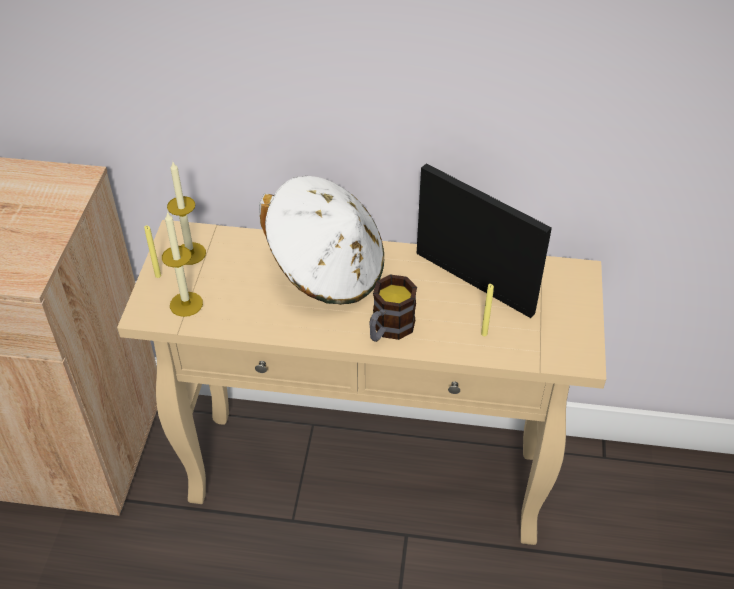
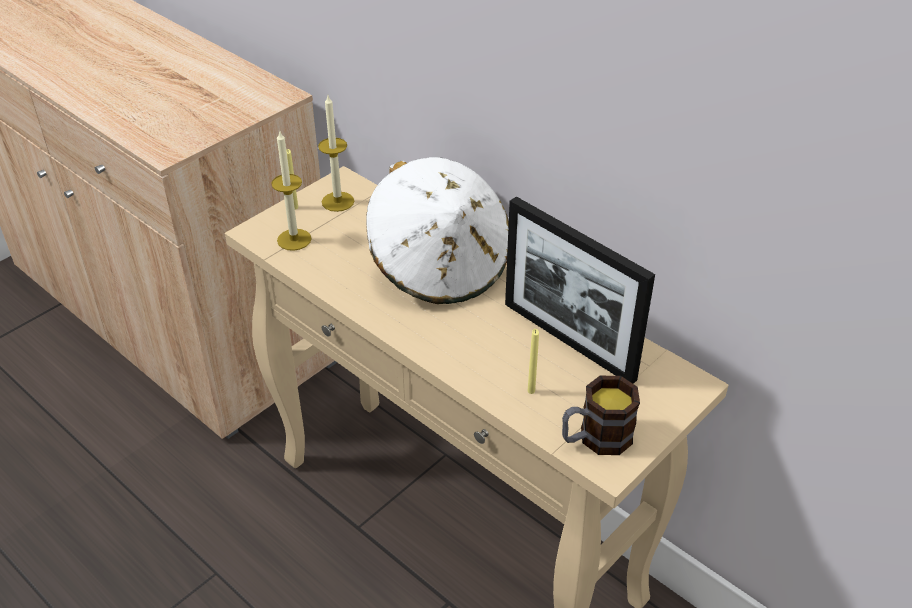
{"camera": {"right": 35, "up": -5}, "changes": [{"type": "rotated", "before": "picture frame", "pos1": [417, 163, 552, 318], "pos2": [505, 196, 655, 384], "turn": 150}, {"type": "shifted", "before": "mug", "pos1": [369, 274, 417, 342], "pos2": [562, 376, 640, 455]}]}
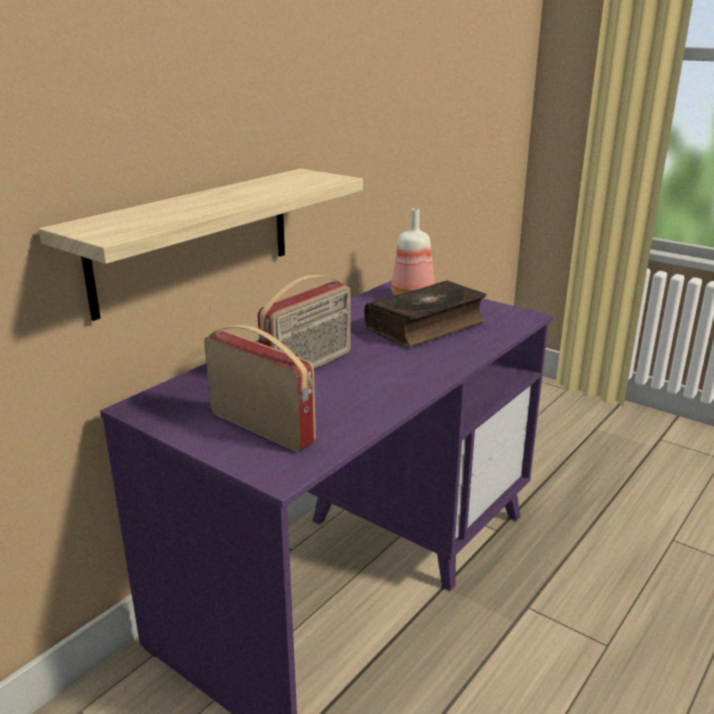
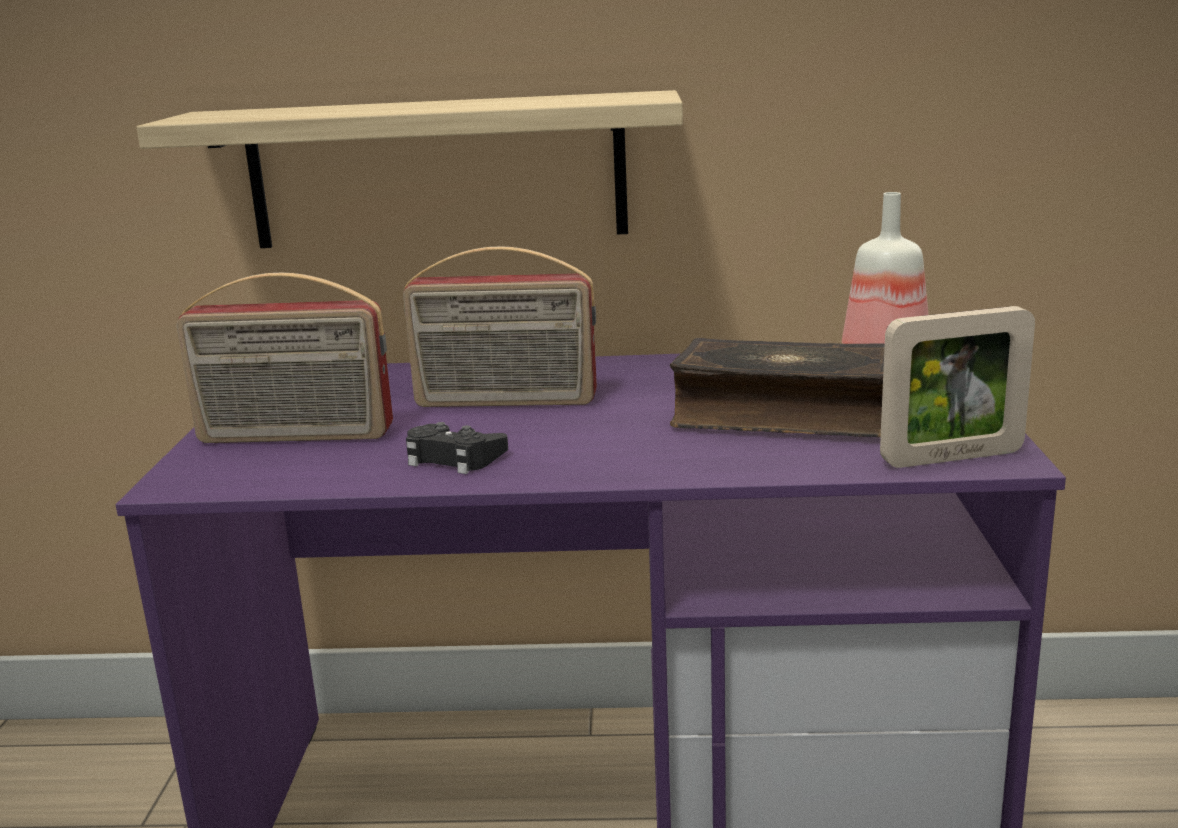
{"camera": {"right": 55, "up": -5}, "changes": [{"type": "rotated", "before": "radio", "pos1": [204, 325, 316, 452], "pos2": [177, 273, 393, 443], "turn": 90}, {"type": "new", "after": "picture frame", "pos2": [880, 306, 1035, 468]}, {"type": "new", "after": "black game controller", "pos2": [406, 422, 508, 474]}]}
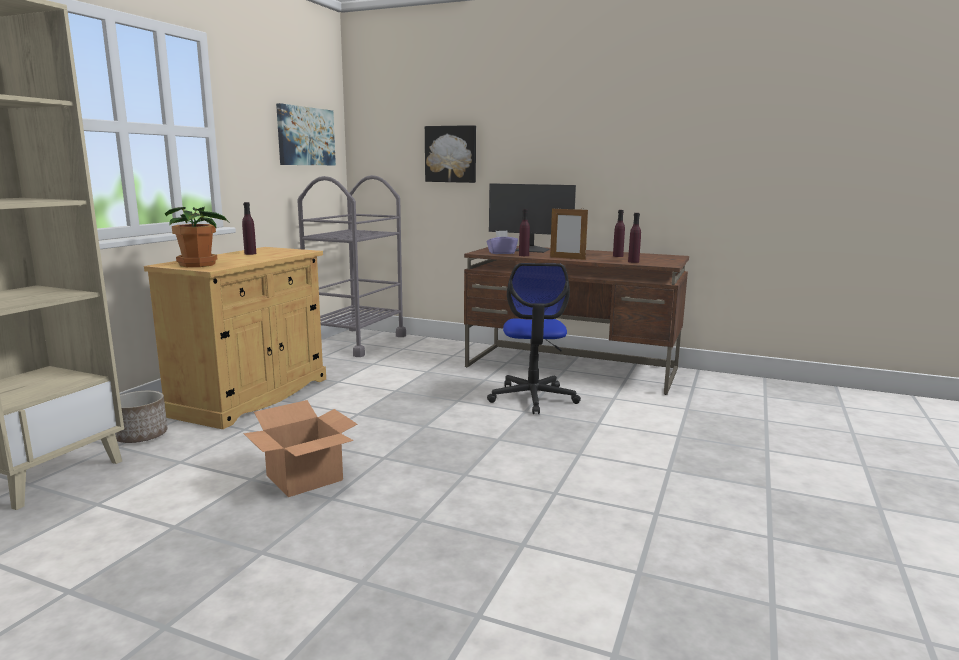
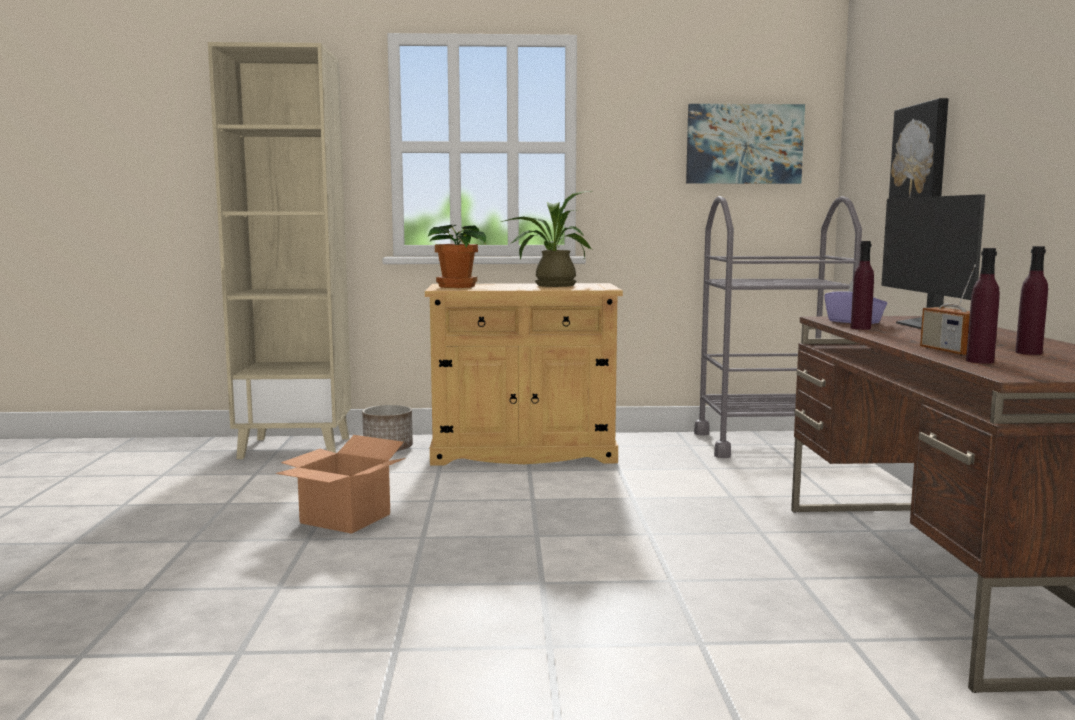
{"camera": {"right": 65, "up": -5}, "changes": [{"type": "swapped", "before": "purple bottle", "after": "potted plant", "pos1": [242, 202, 256, 255], "pos2": [501, 191, 592, 287]}, {"type": "gone", "before": "picture frame", "pos1": [550, 208, 588, 260]}, {"type": "gone", "before": "office chair", "pos1": [487, 263, 581, 414]}, {"type": "new", "after": "radio", "pos2": [920, 264, 976, 356]}]}
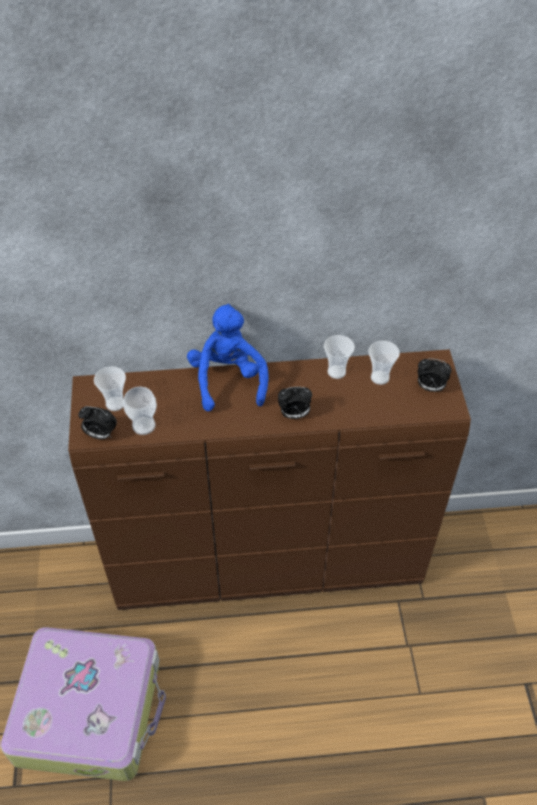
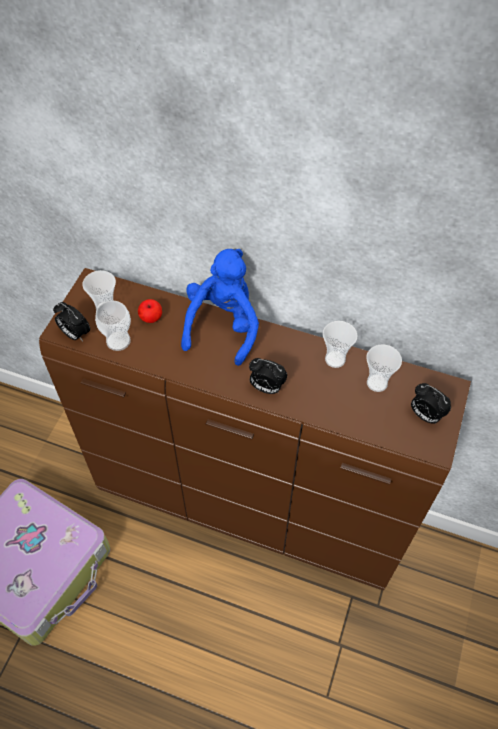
{"camera": {"right": 25, "up": 5}, "changes": [{"type": "new", "after": "apple", "pos2": [138, 299, 162, 323]}]}
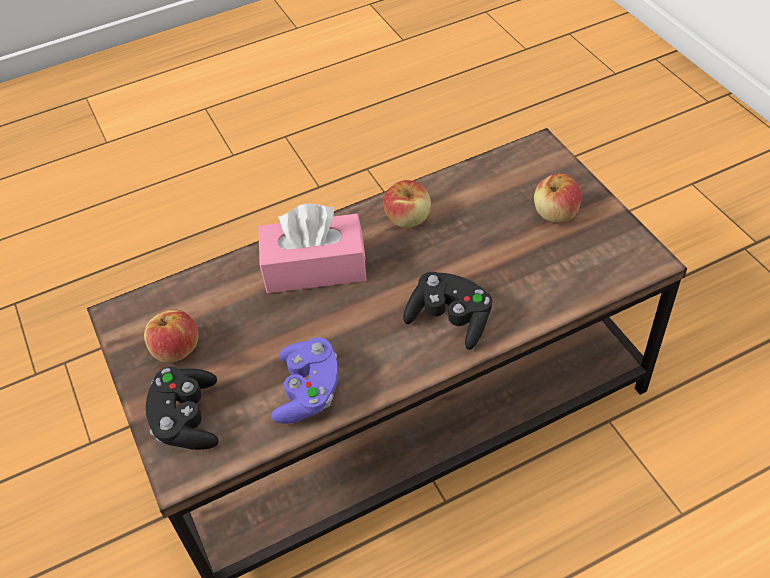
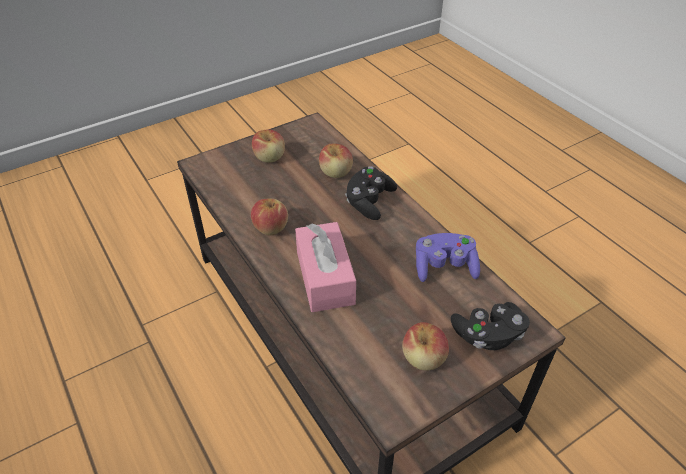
{"camera": {"right": -100, "up": -5}, "changes": [{"type": "new", "after": "apple", "pos2": [319, 144, 353, 178]}]}
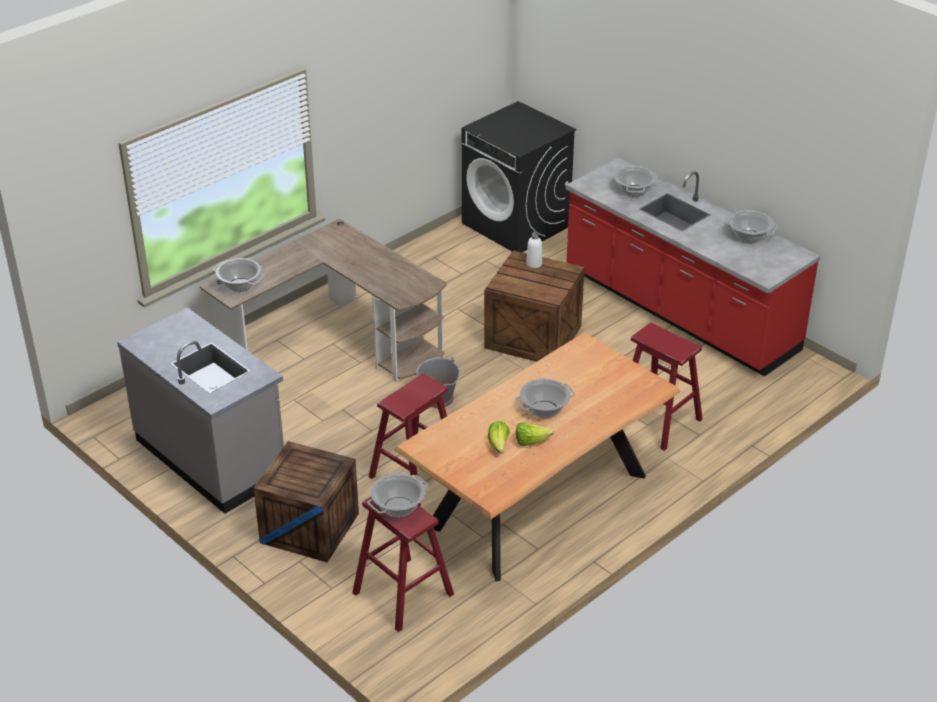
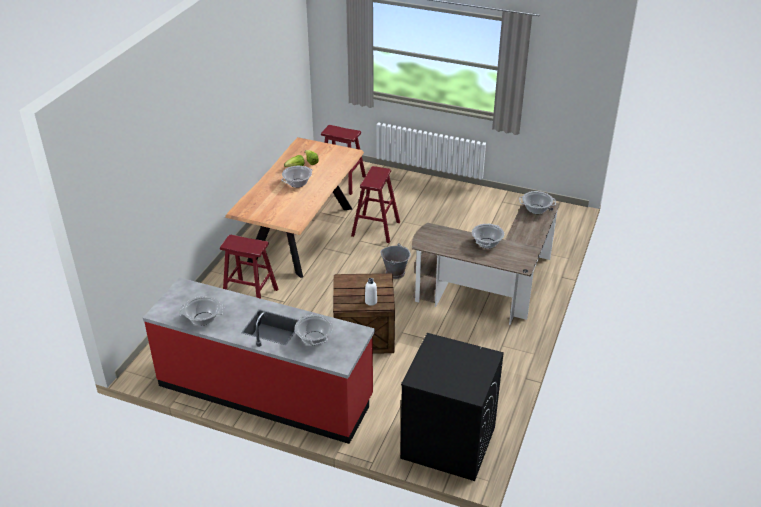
{"camera": {"right": 155, "up": 0}, "changes": [{"type": "gone", "before": "grey counter", "pos1": [117, 307, 284, 514]}, {"type": "gone", "before": "crate", "pos1": [253, 441, 359, 562]}, {"type": "shifted", "before": "cooking pot", "pos1": [368, 473, 428, 517], "pos2": [472, 223, 504, 249]}]}
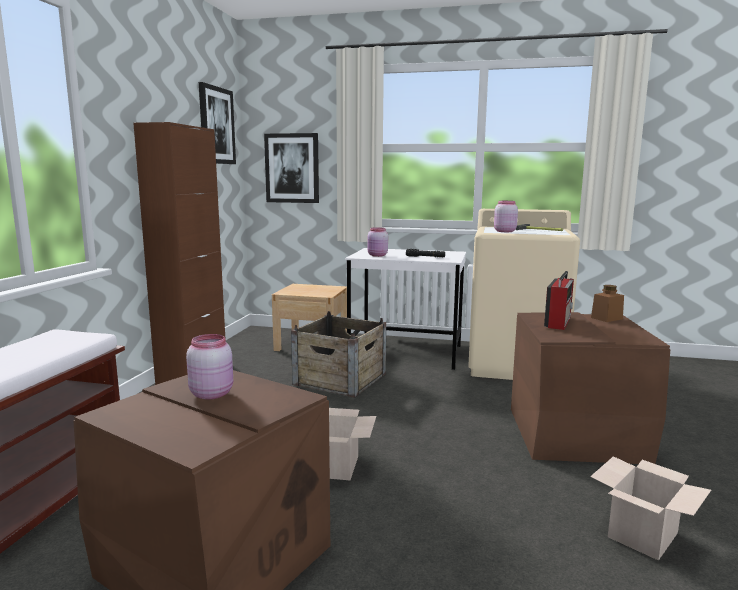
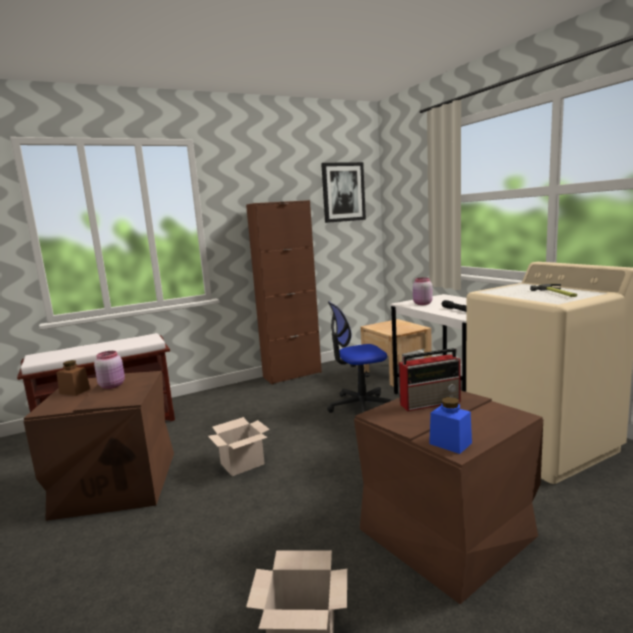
{"camera": {"right": 50, "up": 0}, "changes": [{"type": "gone", "before": "picture", "pos1": [264, 133, 319, 203]}, {"type": "gone", "before": "pink jar", "pos1": [494, 201, 518, 232]}, {"type": "shifted", "before": "brown jar", "pos1": [591, 285, 624, 322], "pos2": [56, 360, 90, 396]}, {"type": "swapped", "before": "crate", "after": "office chair", "pos1": [291, 311, 386, 398], "pos2": [327, 301, 392, 413]}, {"type": "new", "after": "blue jar", "pos2": [429, 397, 472, 454]}]}
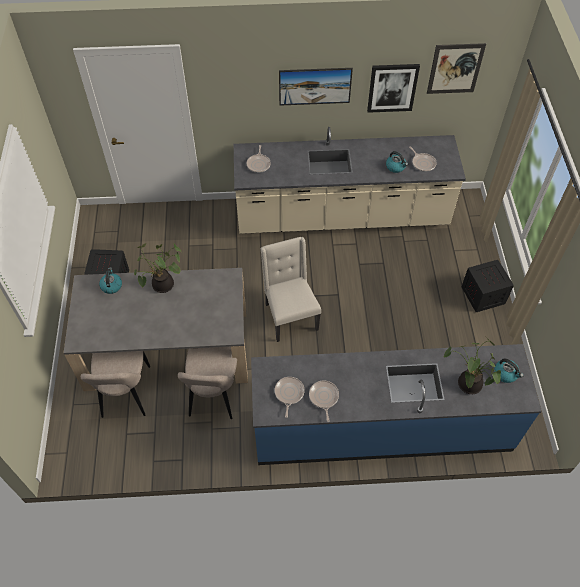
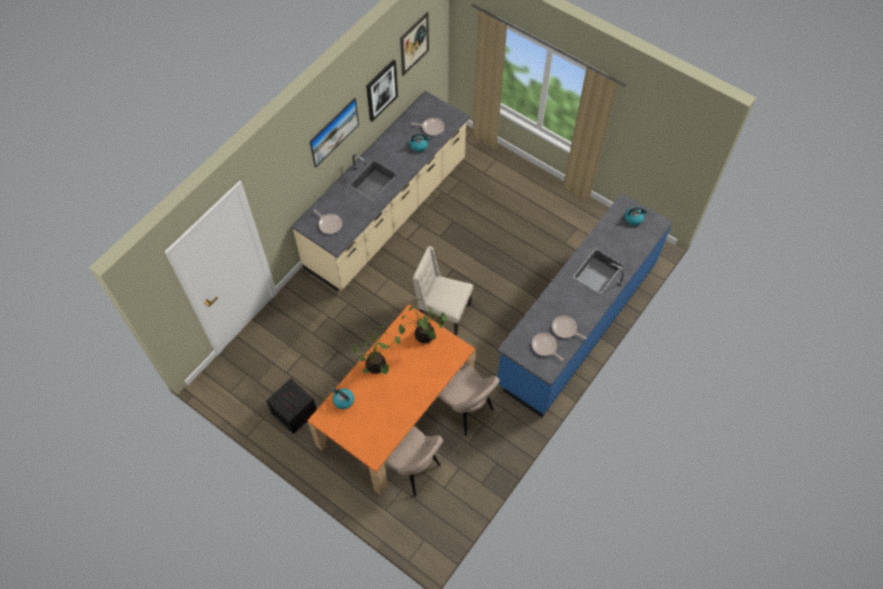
{"camera": {"right": -50, "up": 5}, "changes": [{"type": "gone", "before": "crate", "pos1": [462, 260, 514, 312]}, {"type": "repainted", "before": "grey dining table", "after": "orange dining table", "pos1": [64, 268, 248, 391], "pos2": [307, 304, 475, 495]}, {"type": "shifted", "before": "potted plant", "pos1": [443, 337, 501, 394], "pos2": [399, 299, 447, 343]}]}
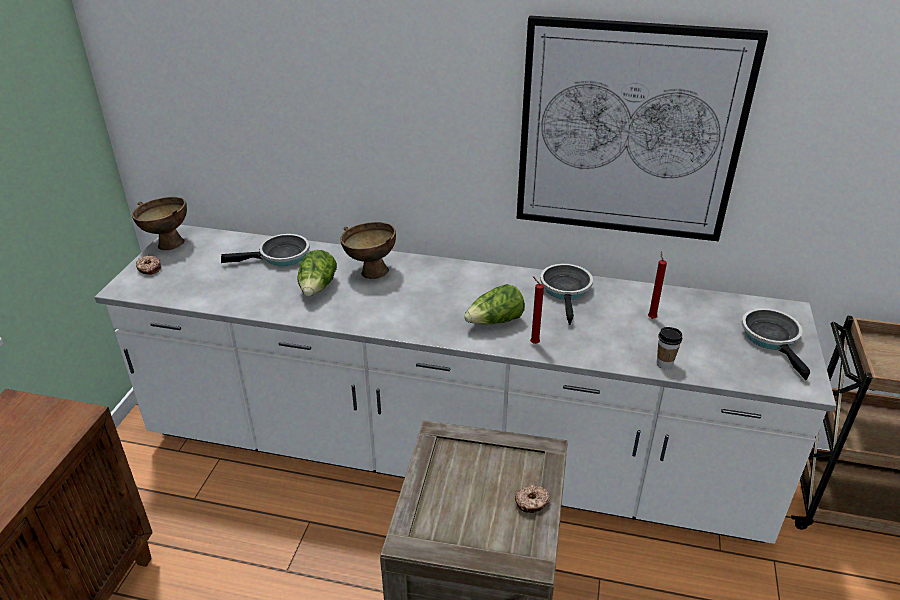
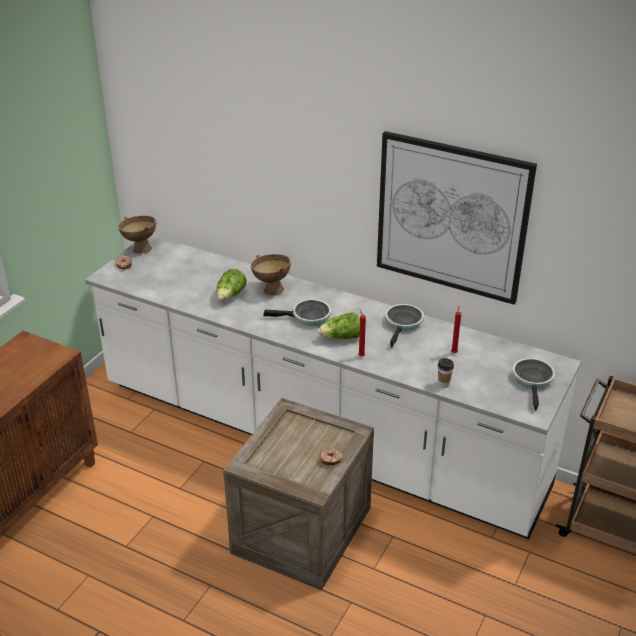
{"camera": {"right": 15, "up": 0}, "changes": [{"type": "shifted", "before": "frying pan", "pos1": [221, 234, 310, 266], "pos2": [263, 299, 331, 326]}]}
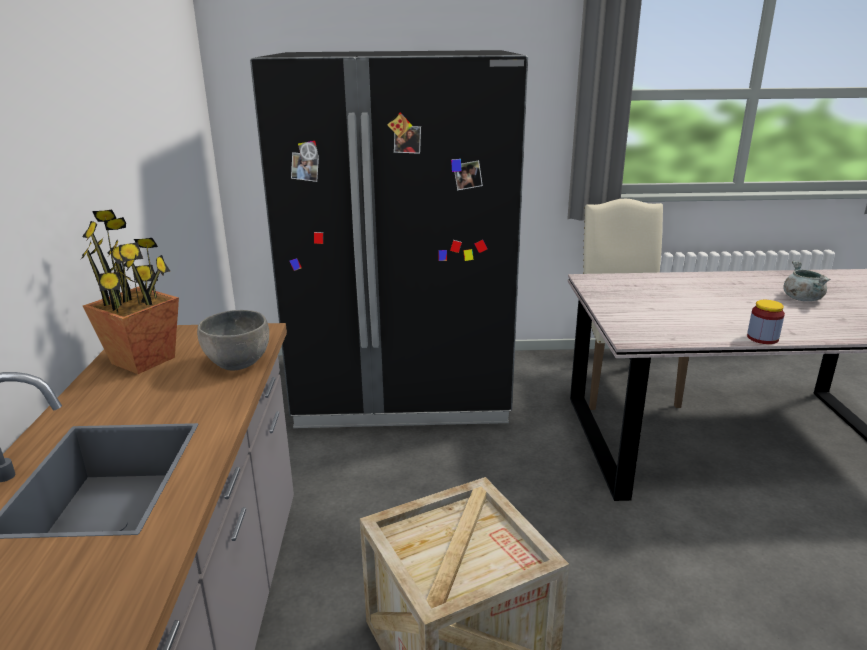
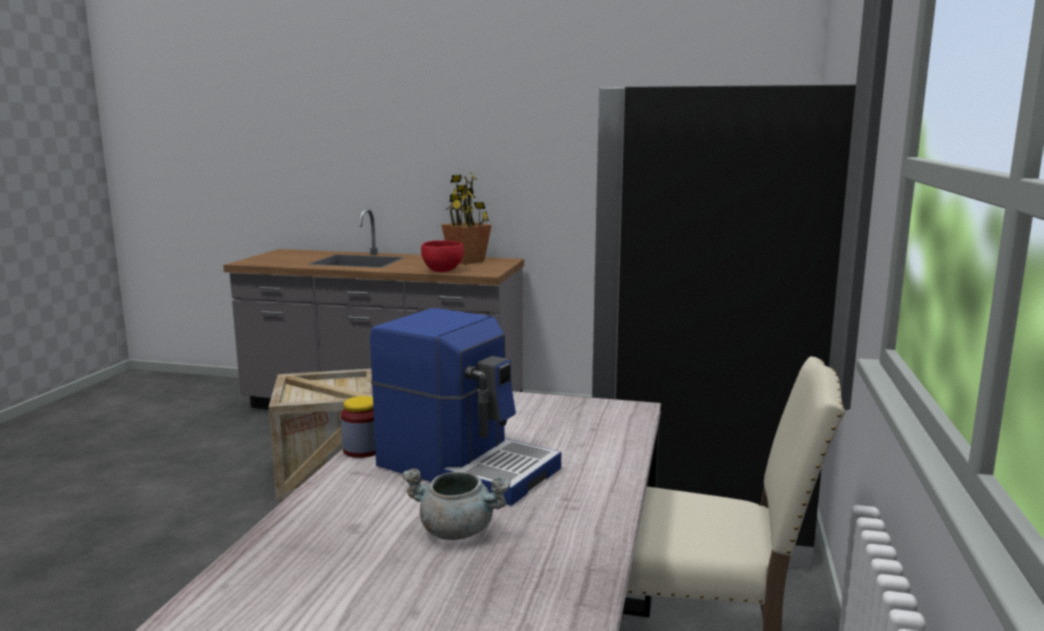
{"camera": {"right": 105, "up": -10}, "changes": [{"type": "repainted", "before": "grey bowl", "after": "red bowl", "pos1": [197, 310, 269, 371], "pos2": [421, 241, 464, 272]}, {"type": "new", "after": "coffee machine", "pos2": [370, 308, 561, 506]}]}
